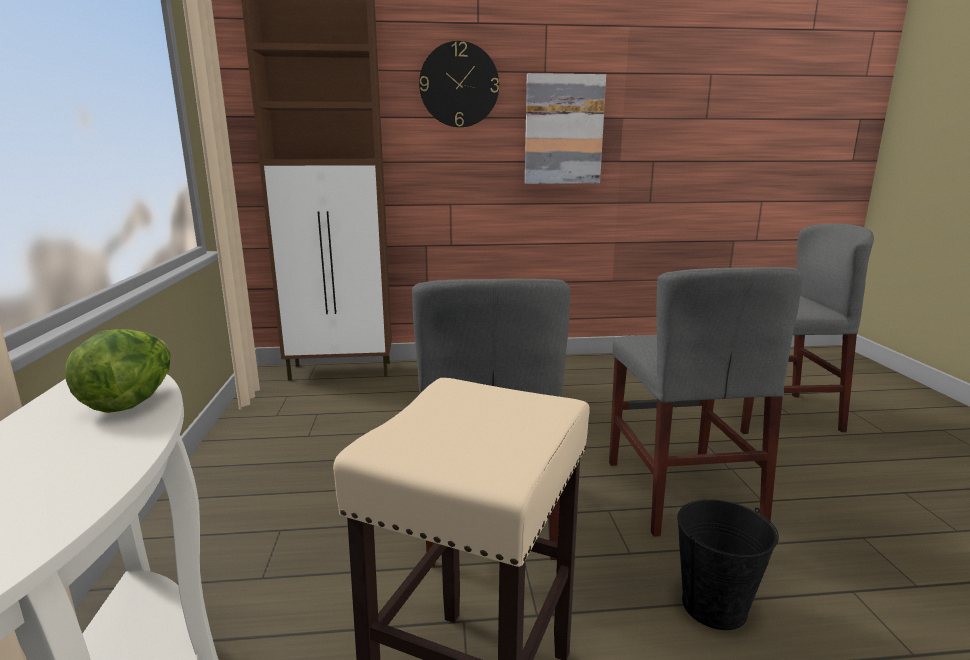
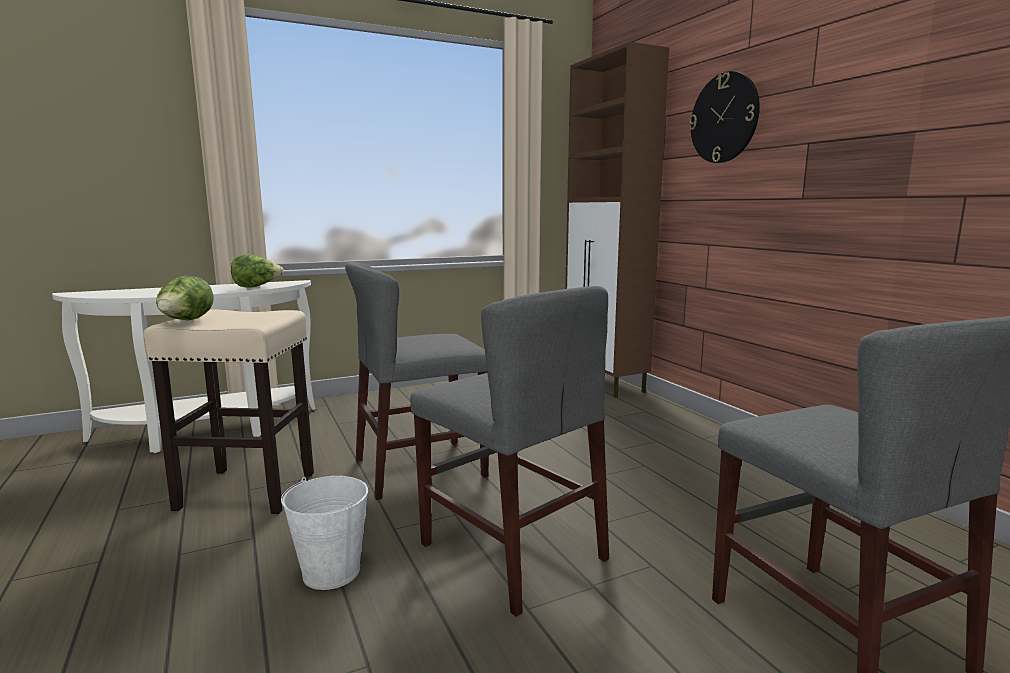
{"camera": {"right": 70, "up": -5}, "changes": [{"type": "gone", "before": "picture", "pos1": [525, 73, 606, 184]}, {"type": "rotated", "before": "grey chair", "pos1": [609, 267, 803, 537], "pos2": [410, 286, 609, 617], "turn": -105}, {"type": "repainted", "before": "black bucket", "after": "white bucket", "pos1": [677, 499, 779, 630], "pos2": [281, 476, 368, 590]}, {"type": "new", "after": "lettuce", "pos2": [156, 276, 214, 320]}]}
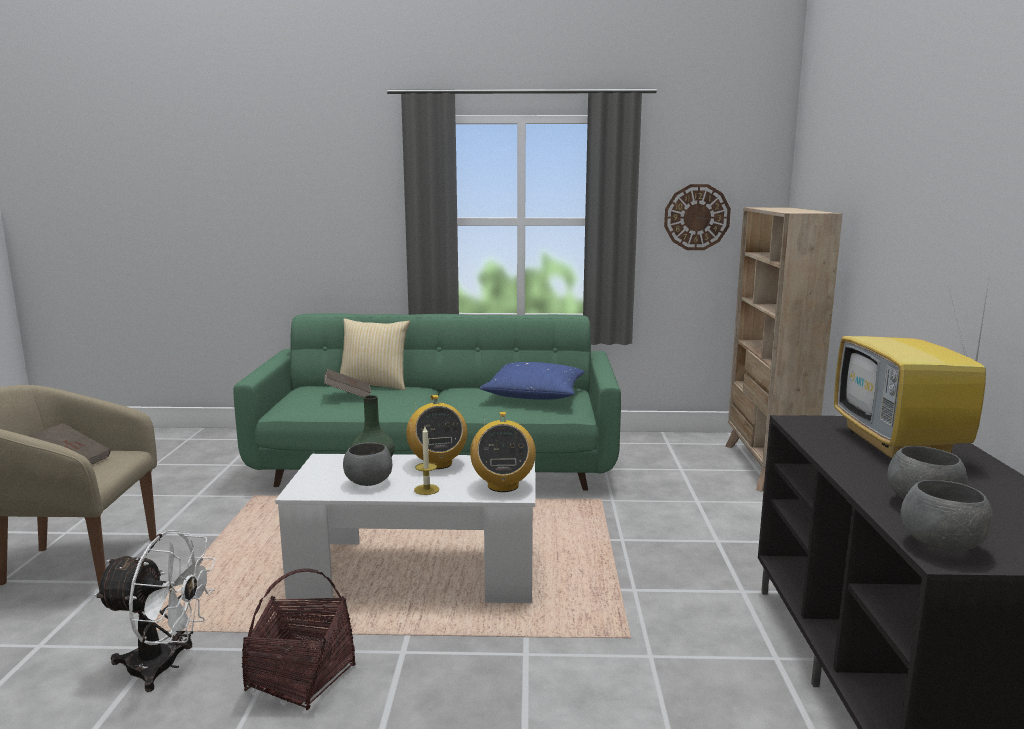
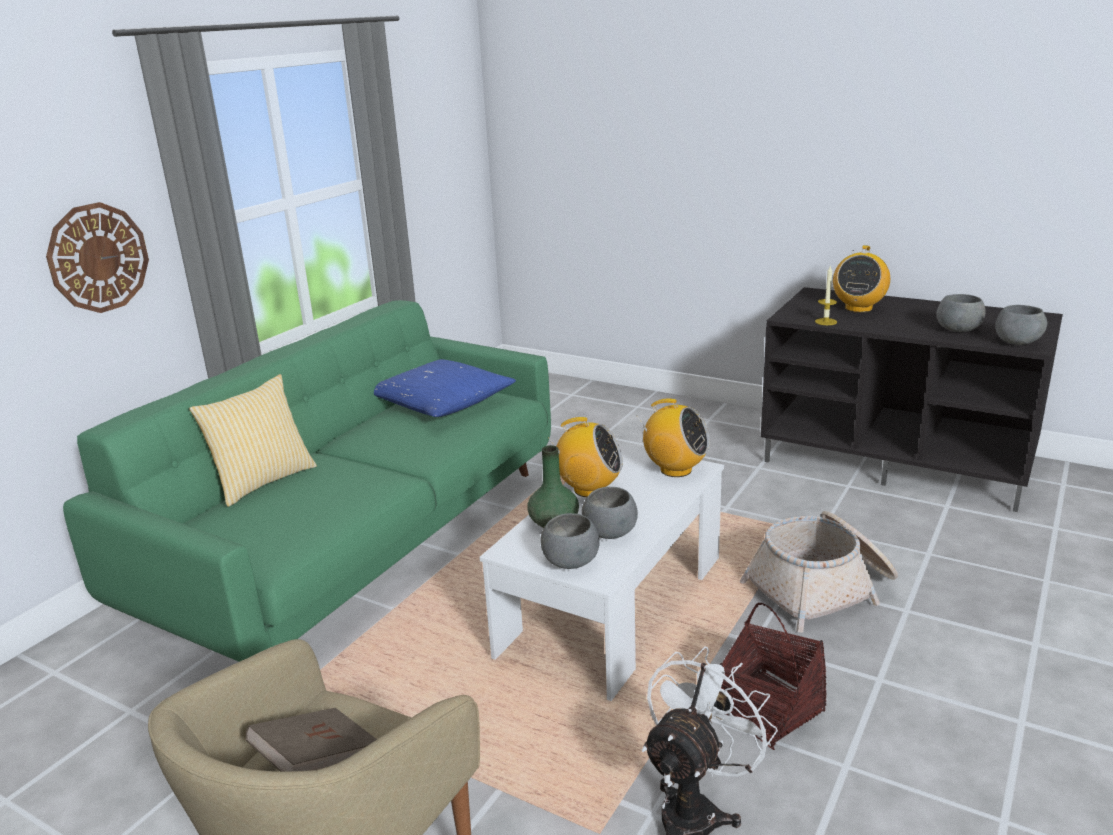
{"camera": {"right": -60, "up": 10}, "changes": [{"type": "shifted", "before": "wall clock", "pos1": [664, 184, 731, 250], "pos2": [46, 202, 149, 313]}, {"type": "gone", "before": "beige bookcase", "pos1": [725, 207, 843, 492]}, {"type": "swapped", "before": "television", "after": "radio", "pos1": [834, 280, 989, 459], "pos2": [833, 245, 890, 313]}, {"type": "gone", "before": "brown book", "pos1": [324, 369, 371, 398]}, {"type": "shifted", "before": "candle", "pos1": [414, 427, 439, 495], "pos2": [815, 265, 837, 325]}, {"type": "new", "after": "basket", "pos2": [740, 511, 898, 633]}, {"type": "new", "after": "grey bowl", "pos2": [541, 513, 600, 569]}]}
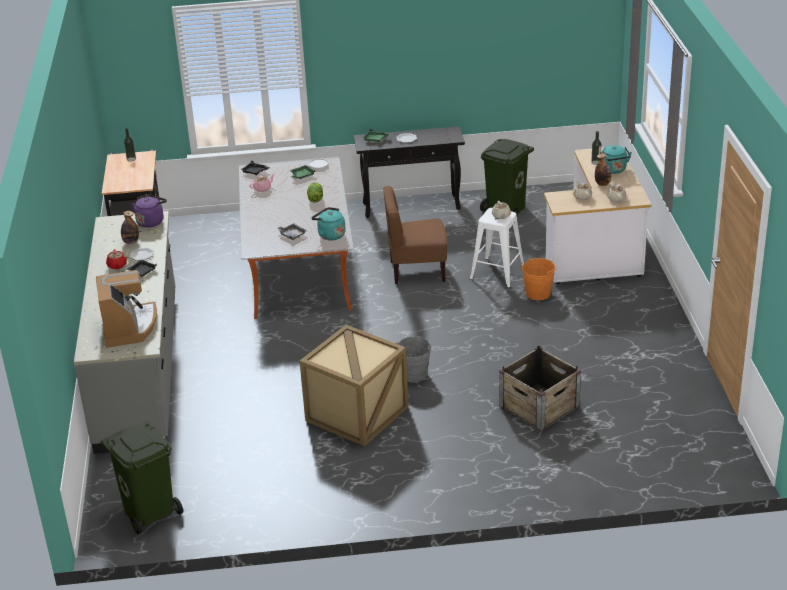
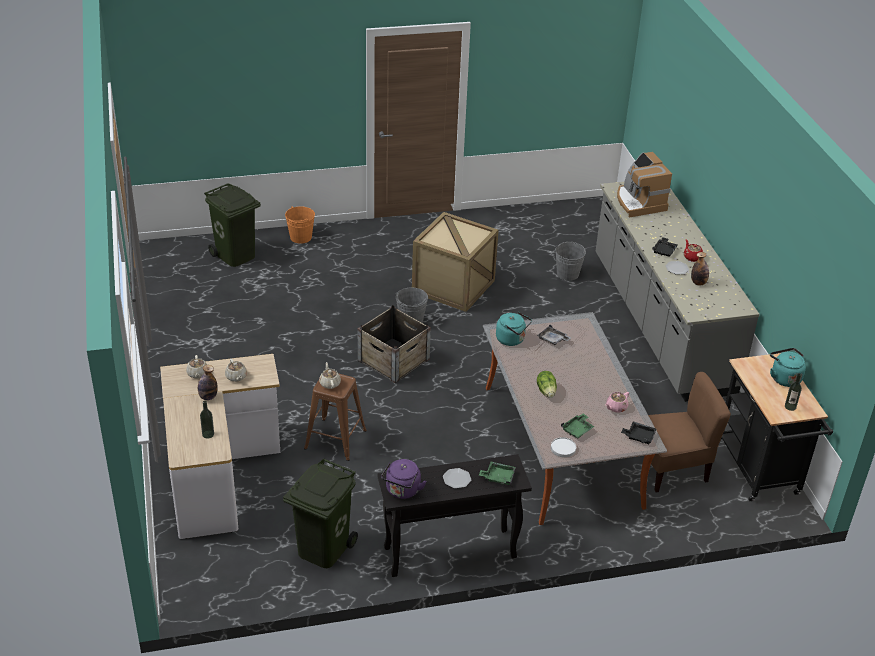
{"camera": {"right": 170, "up": 5}, "changes": [{"type": "shifted", "before": "turquoise kettle", "pos1": [601, 145, 632, 174], "pos2": [770, 348, 806, 387]}, {"type": "shifted", "before": "brown chair", "pos1": [383, 186, 447, 284], "pos2": [648, 372, 731, 493]}, {"type": "shifted", "before": "purple kettle", "pos1": [132, 194, 167, 227], "pos2": [381, 459, 427, 499]}, {"type": "repainted", "before": "white stool", "after": "brown stool", "pos1": [470, 208, 524, 288], "pos2": [304, 373, 367, 461]}, {"type": "shifted", "before": "orange bucket", "pos1": [522, 258, 556, 300], "pos2": [285, 206, 315, 244]}, {"type": "shifted", "before": "crate", "pos1": [499, 346, 581, 432], "pos2": [358, 305, 431, 383]}, {"type": "shifted", "before": "green trash can", "pos1": [101, 420, 183, 534], "pos2": [204, 183, 261, 267]}, {"type": "new", "after": "grey bucket", "pos2": [555, 242, 586, 281]}]}
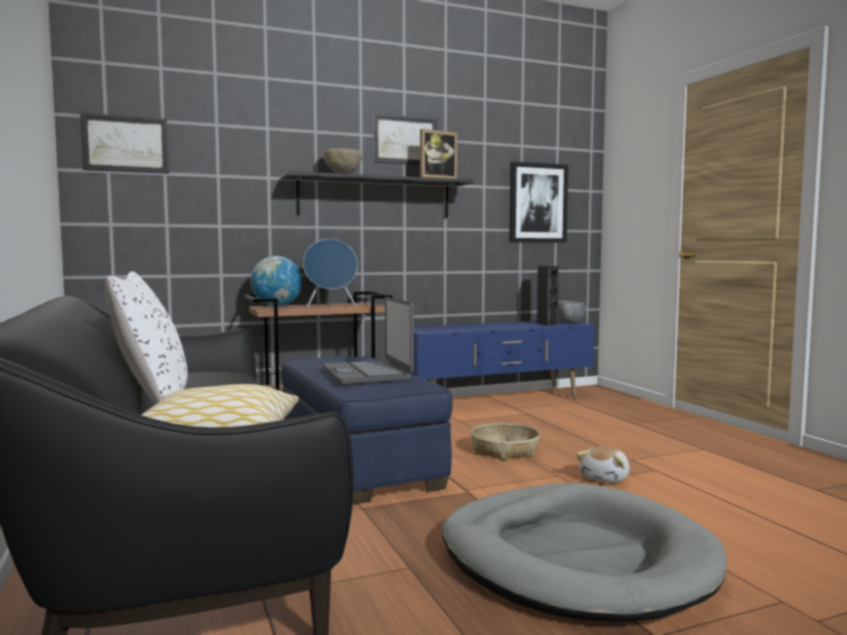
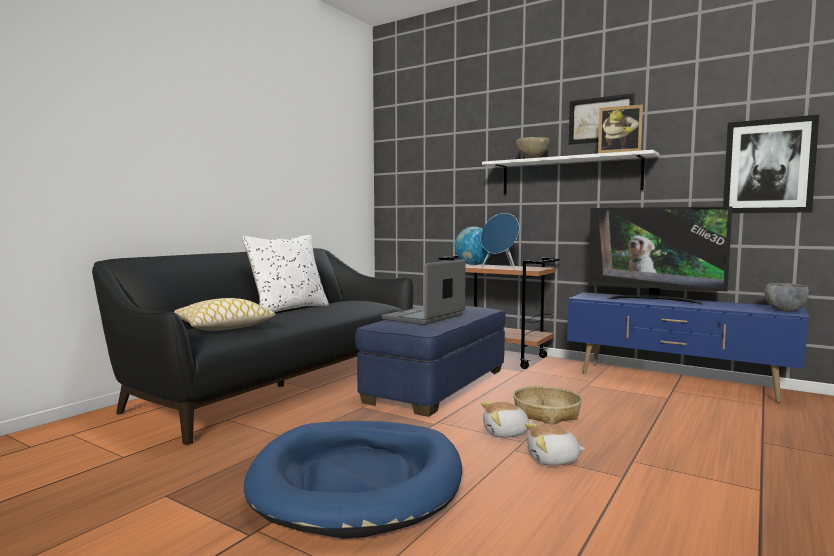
{"camera": {"right": 55, "up": 0}, "changes": [{"type": "gone", "before": "picture", "pos1": [80, 113, 169, 174]}, {"type": "repainted", "before": "black shelf", "after": "white shelf", "pos1": [281, 171, 474, 218], "pos2": [482, 150, 659, 195]}, {"type": "gone", "before": "black speaker", "pos1": [537, 266, 559, 326]}, {"type": "repainted", "before": "grey dog bed", "after": "blue dog bed", "pos1": [442, 483, 727, 622], "pos2": [244, 421, 462, 538]}, {"type": "new", "after": "television", "pos2": [588, 206, 732, 304]}, {"type": "new", "after": "plush toy", "pos2": [481, 402, 533, 438]}]}
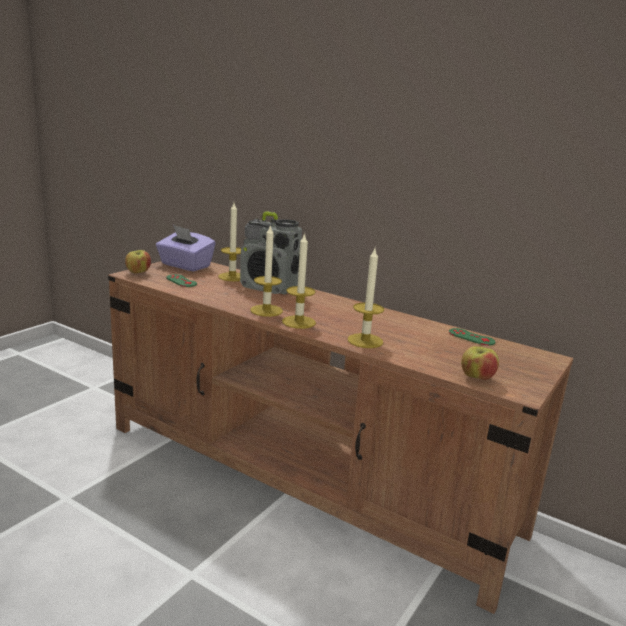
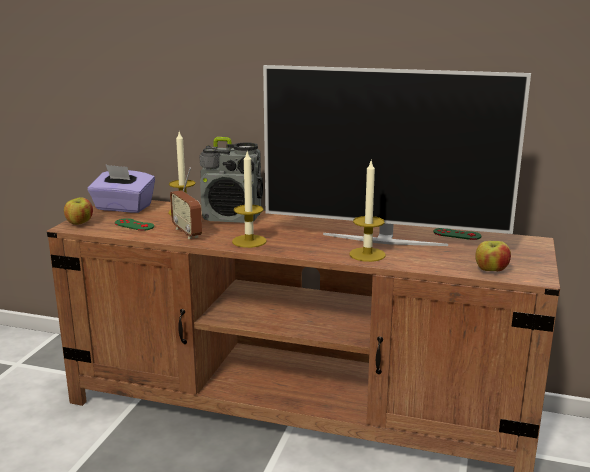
{"camera": {"right": -15, "up": 0}, "changes": [{"type": "gone", "before": "candle", "pos1": [282, 232, 316, 329]}, {"type": "new", "after": "television", "pos2": [263, 65, 531, 246]}, {"type": "new", "after": "radio", "pos2": [170, 167, 202, 239]}]}
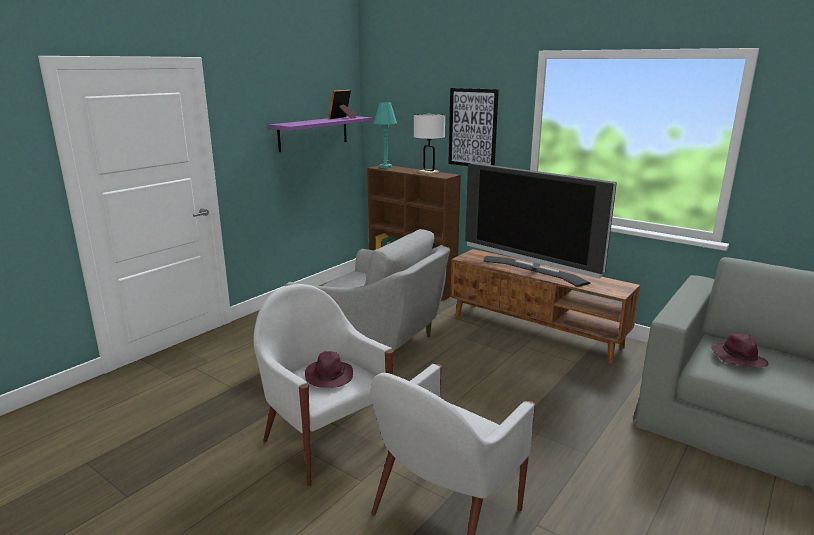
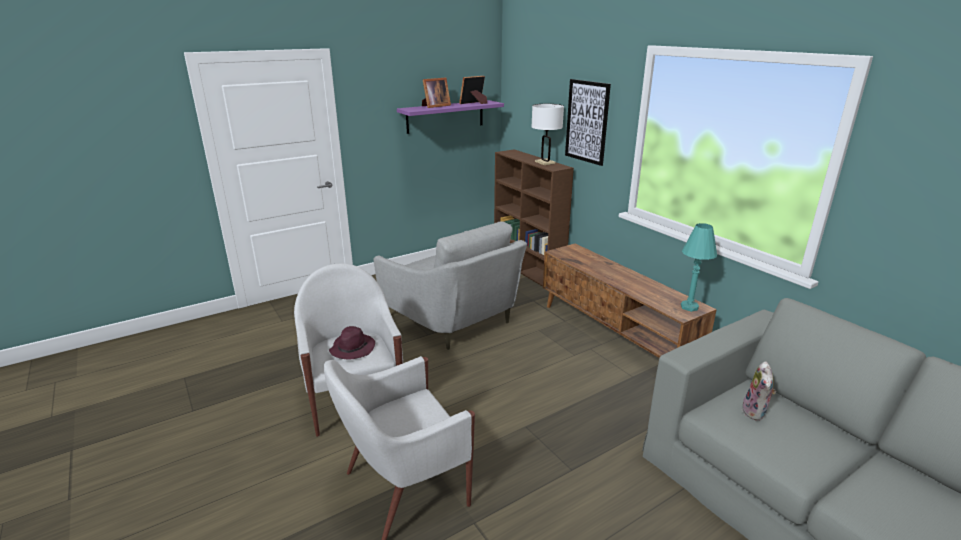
{"camera": {"right": 20, "up": 5}, "changes": [{"type": "shifted", "before": "turquoise table lamp", "pos1": [374, 102, 397, 169], "pos2": [681, 223, 717, 312]}, {"type": "gone", "before": "television", "pos1": [465, 163, 617, 286]}, {"type": "swapped", "before": "purple hat", "after": "plush toy", "pos1": [711, 333, 768, 368], "pos2": [742, 361, 776, 421]}, {"type": "new", "after": "picture frame", "pos2": [422, 78, 451, 108]}]}
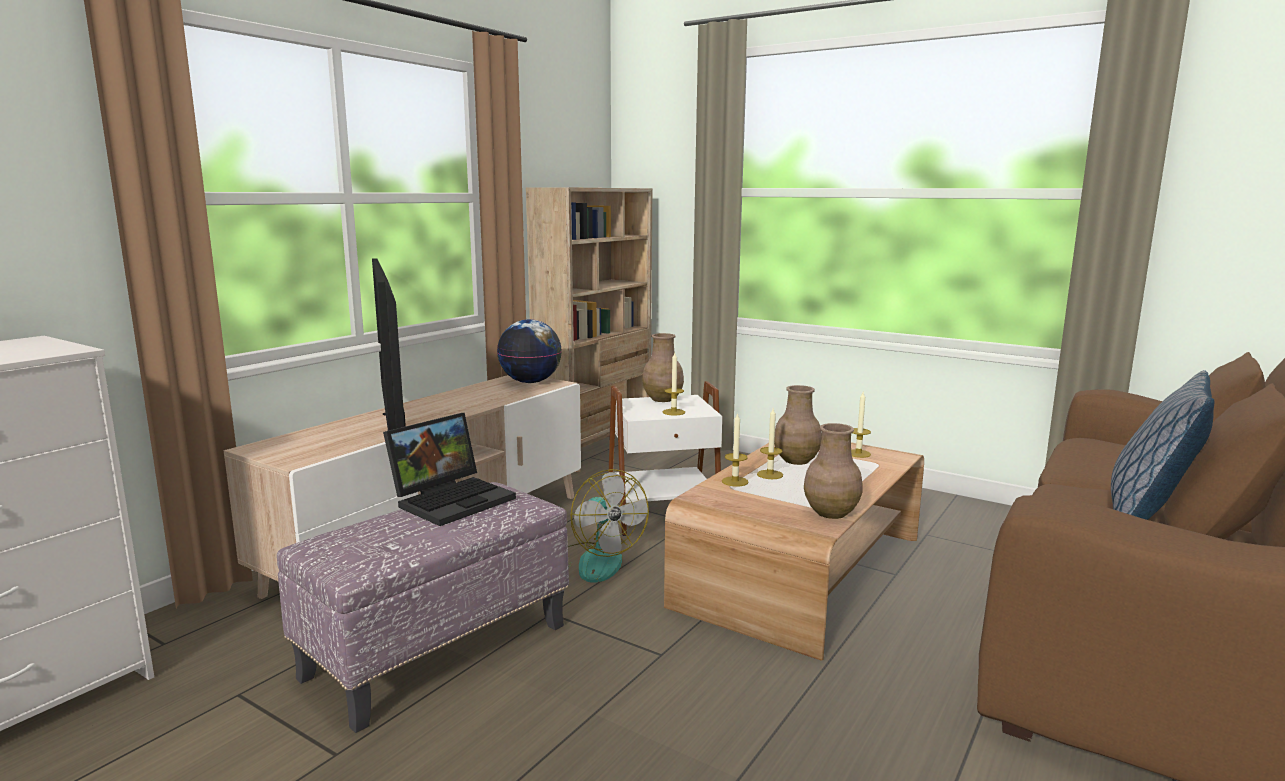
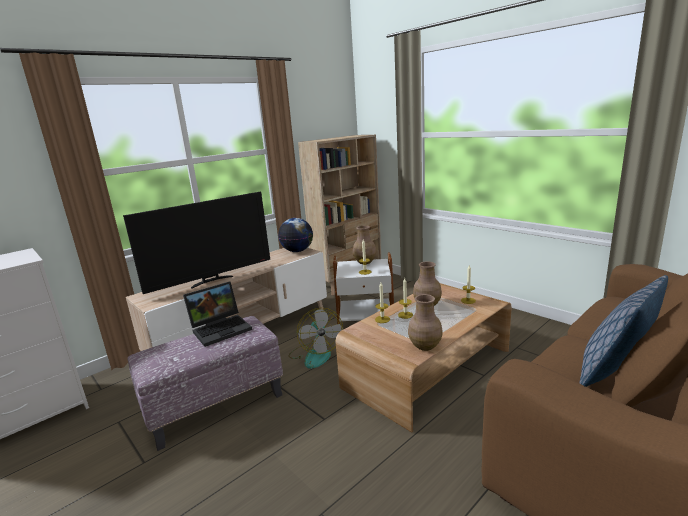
{"camera": {"right": 15, "up": 5}, "changes": [{"type": "rotated", "before": "television", "pos1": [372, 258, 406, 431], "pos2": [123, 192, 270, 294], "turn": -120}]}
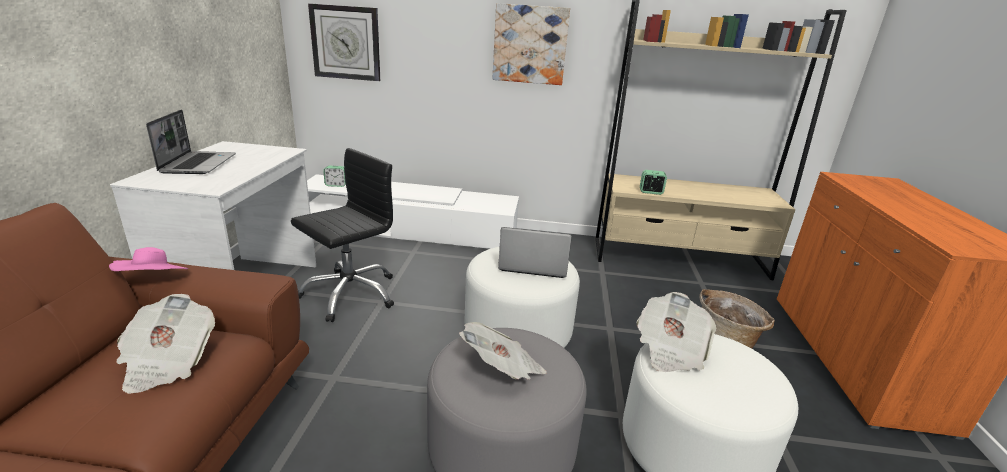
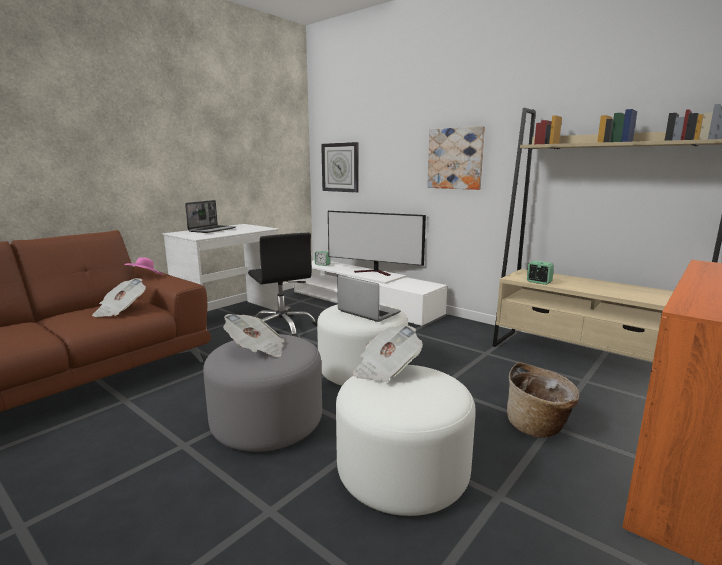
{"camera": {"right": 35, "up": -10}, "changes": [{"type": "rotated", "before": "black office chair", "pos1": [291, 148, 394, 322], "pos2": [248, 233, 317, 337], "turn": 75}, {"type": "new", "after": "television", "pos2": [328, 211, 426, 276]}]}
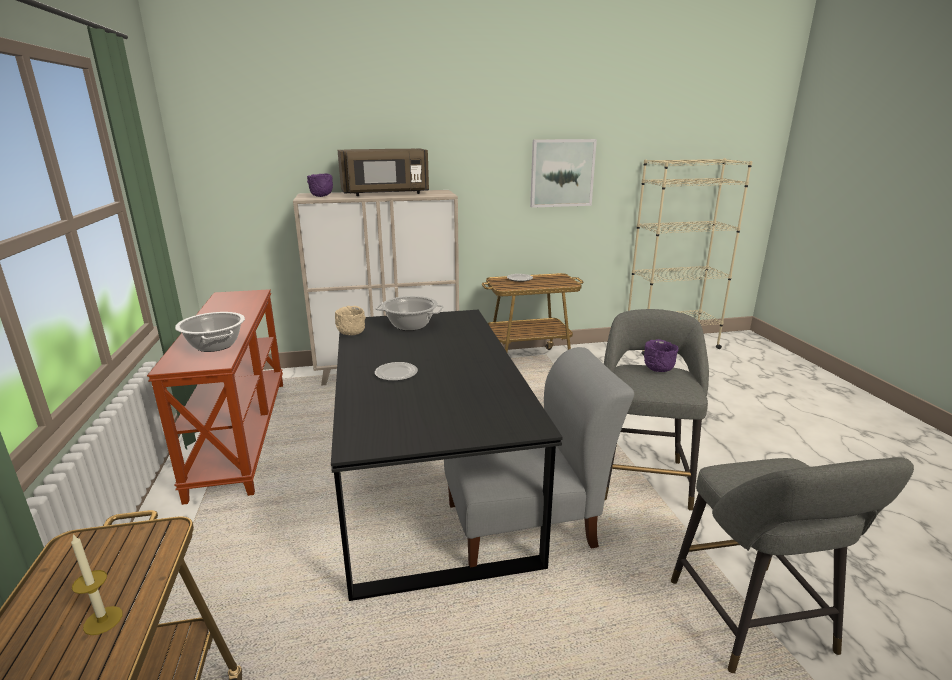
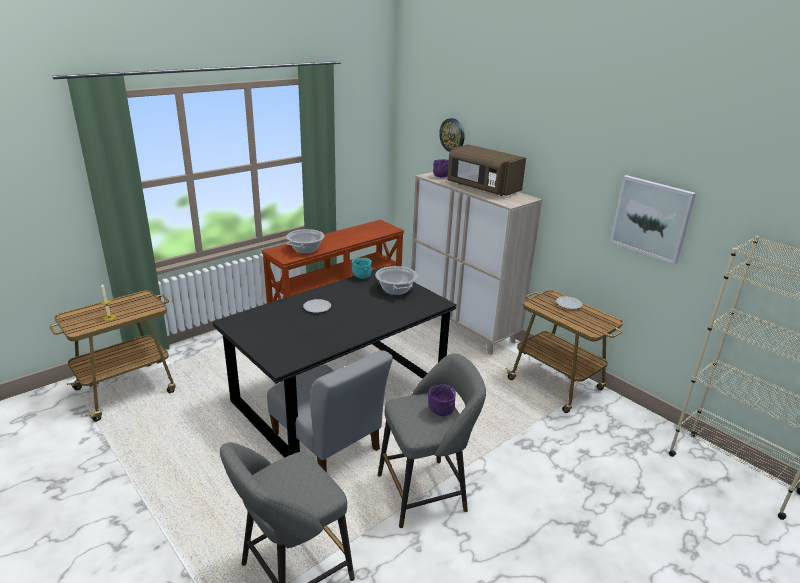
{"camera": {"right": 60, "up": 5}, "changes": [{"type": "repainted", "before": "beige bowl", "after": "turquoise bowl", "pos1": [335, 306, 366, 335], "pos2": [352, 258, 372, 279]}, {"type": "new", "after": "wall clock", "pos2": [439, 118, 464, 152]}]}
